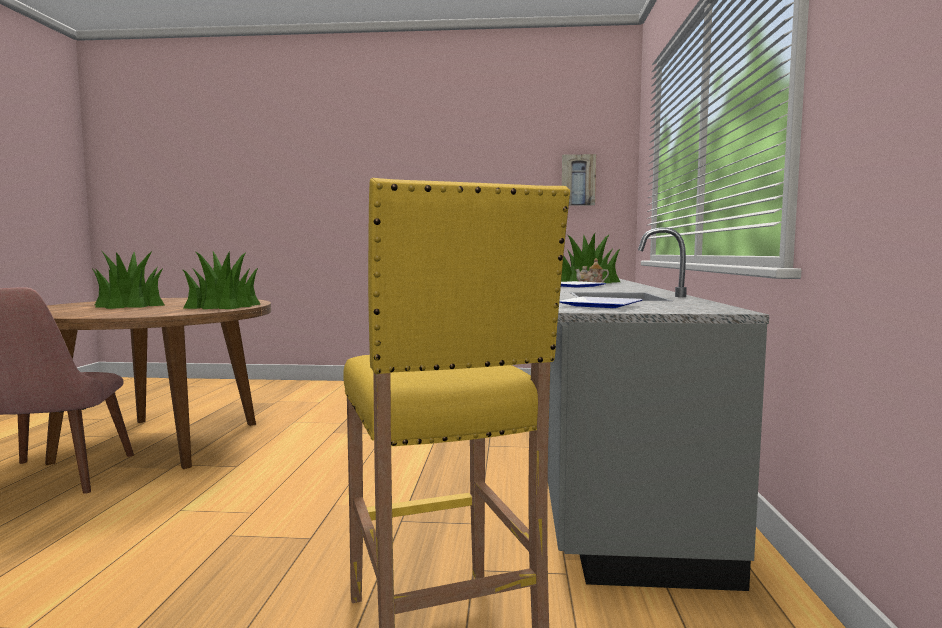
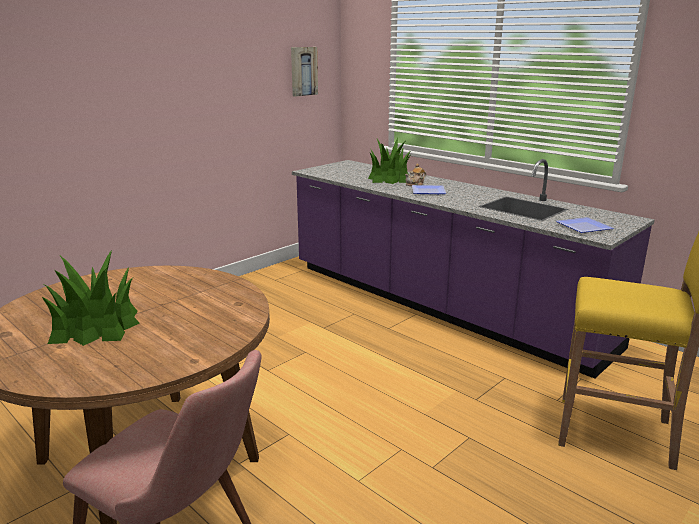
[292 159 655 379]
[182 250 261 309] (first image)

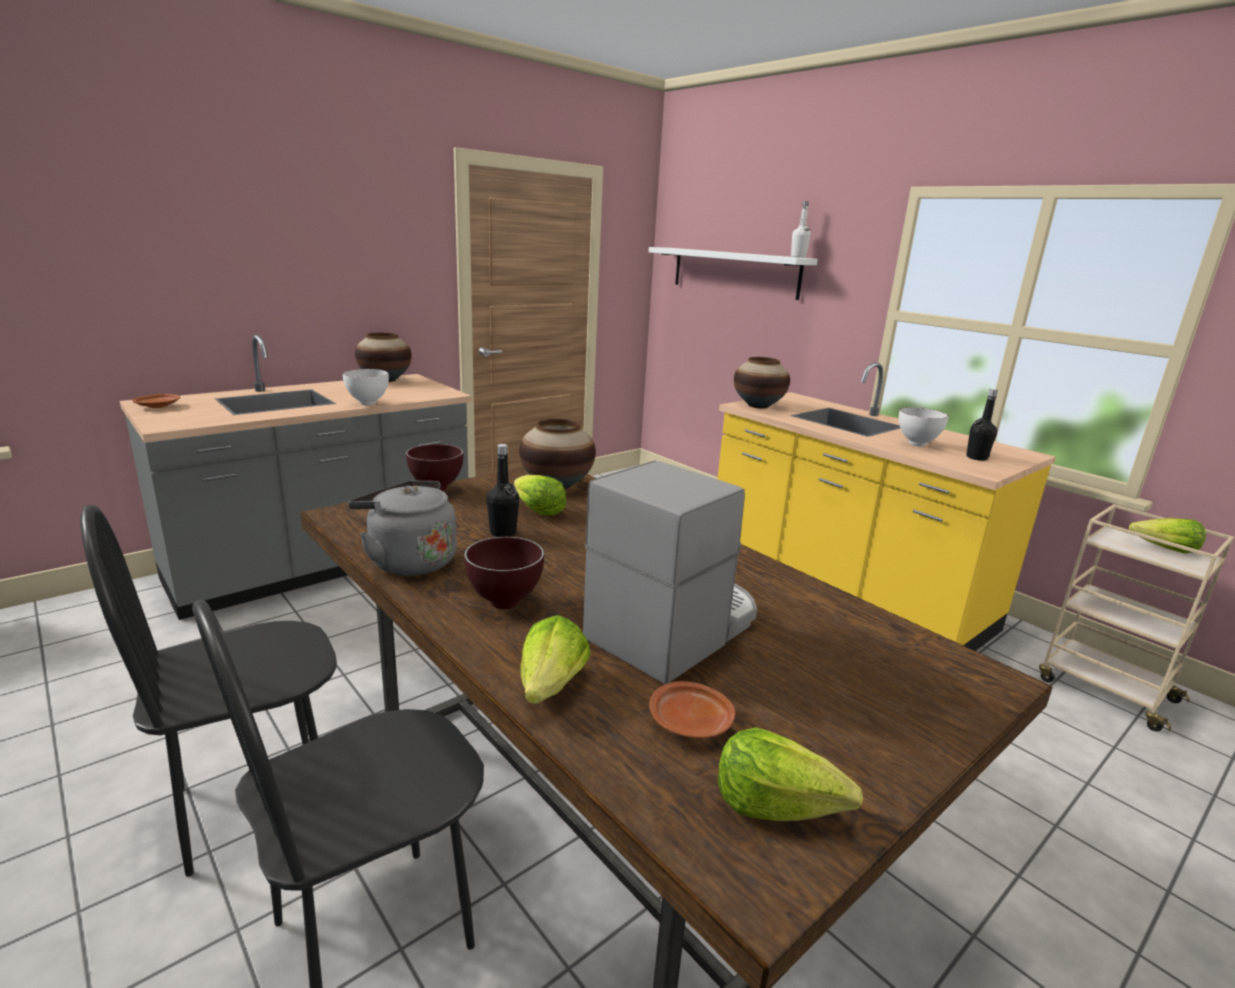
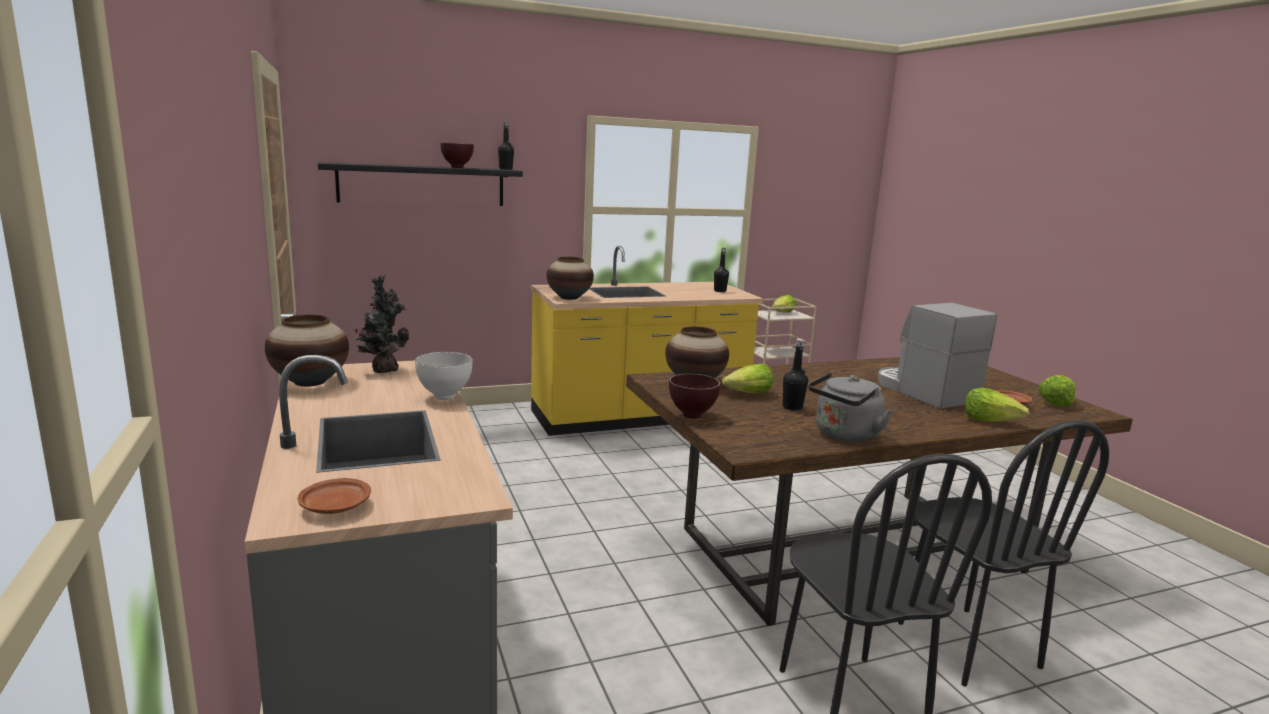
[318 162 523 206]
[355 275 409 373]
[440 143 474 168]
[498 121 514 170]
[899 407 949 447] (first image)

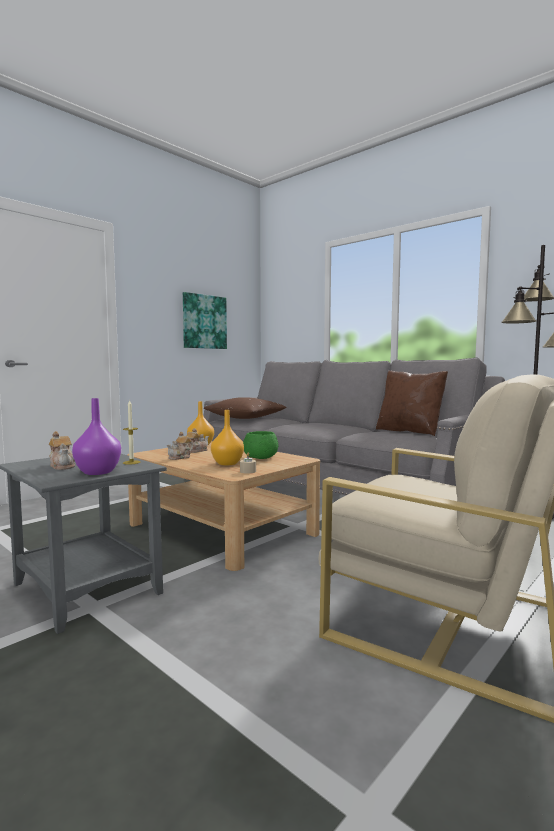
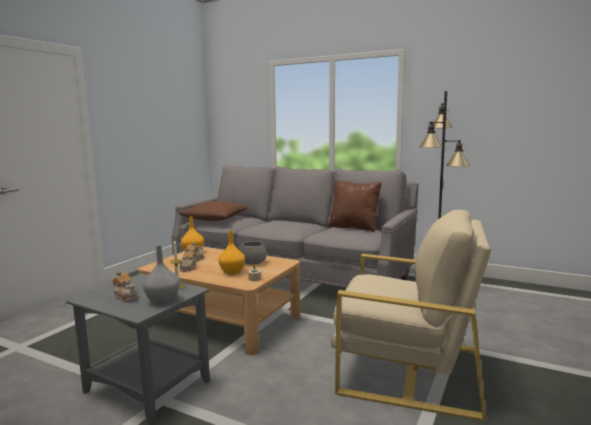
[143 245 180 304]
[239 241 267 265]
[183 292 227 349] (first image)

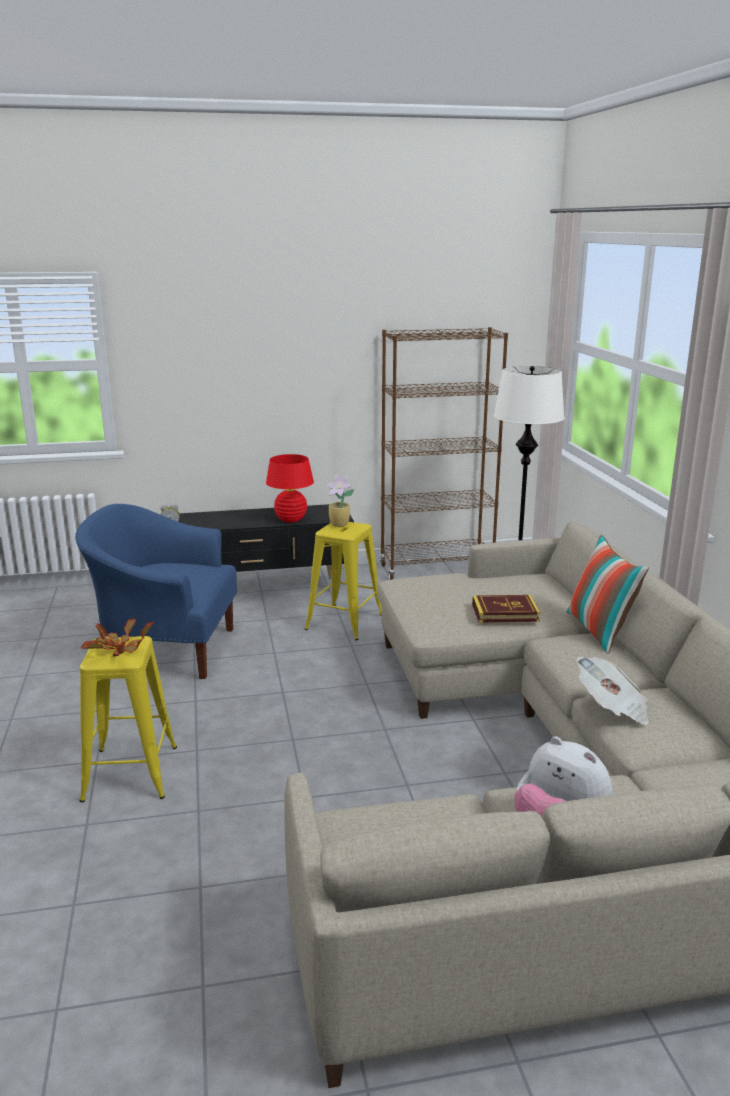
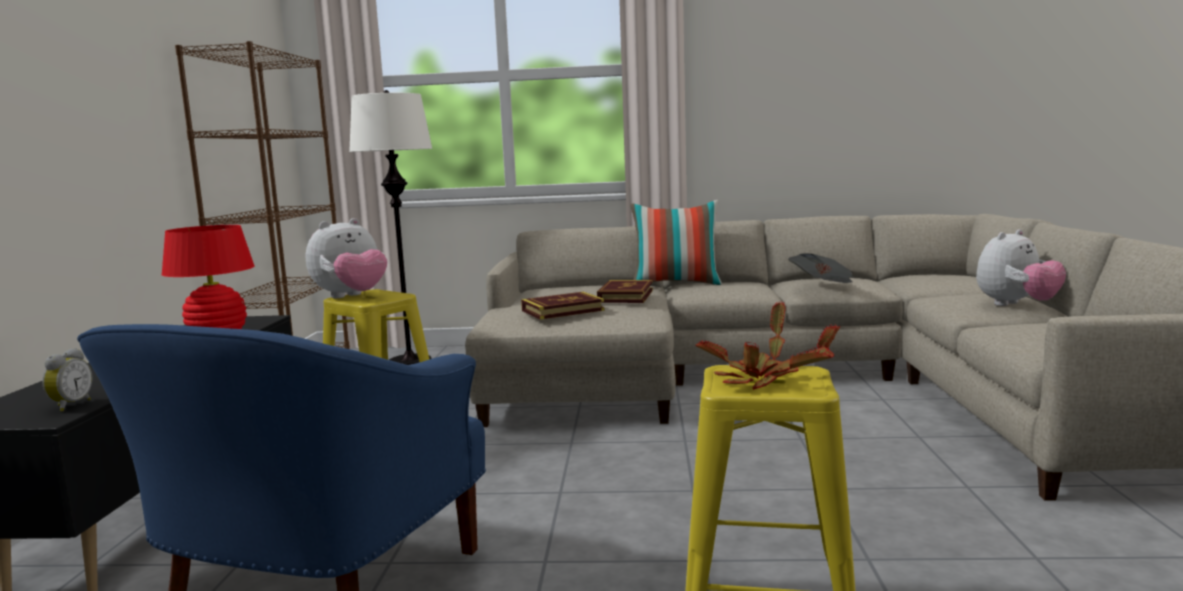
[306 218 387 298]
[521 292 605 320]

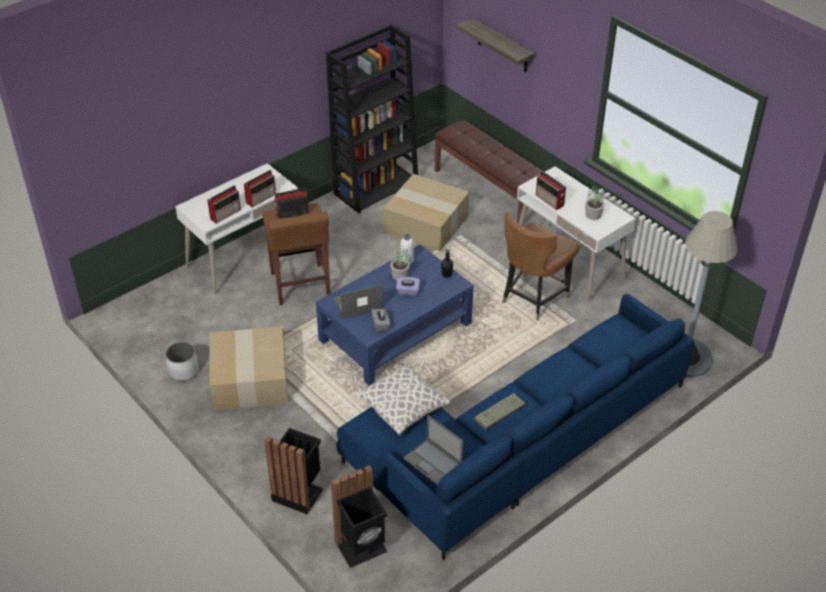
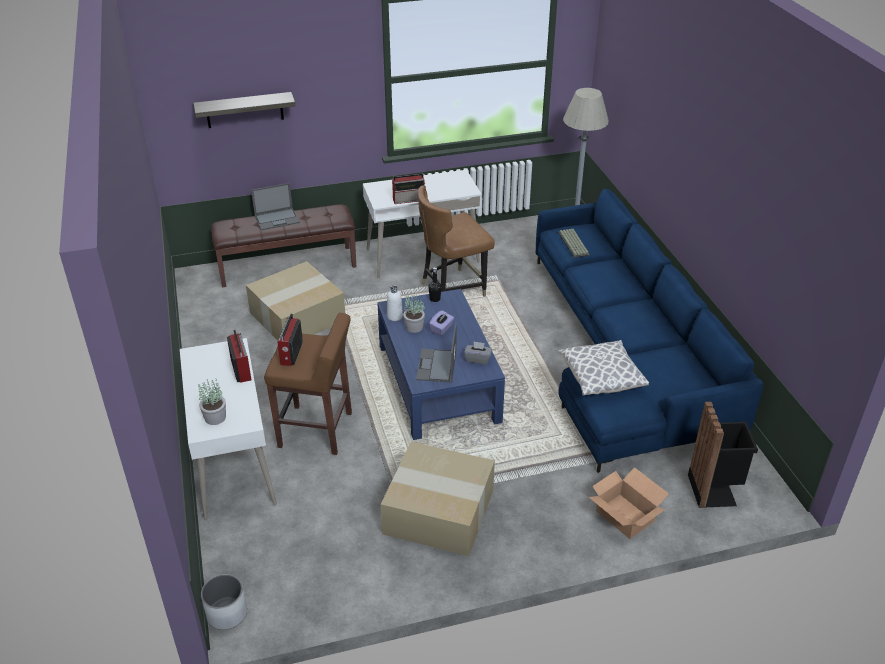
[198 380 226 425]
[201 574 247 630]
[251 183 300 230]
[418 185 495 297]
[558 229 590 258]
[589 467 669 539]
[207 185 241 224] (first image)
[326 24 418 213] (first image)

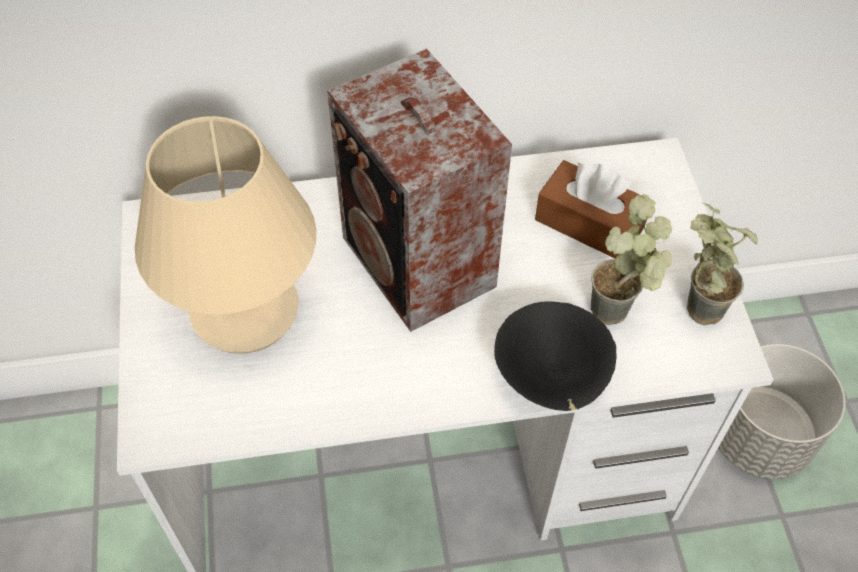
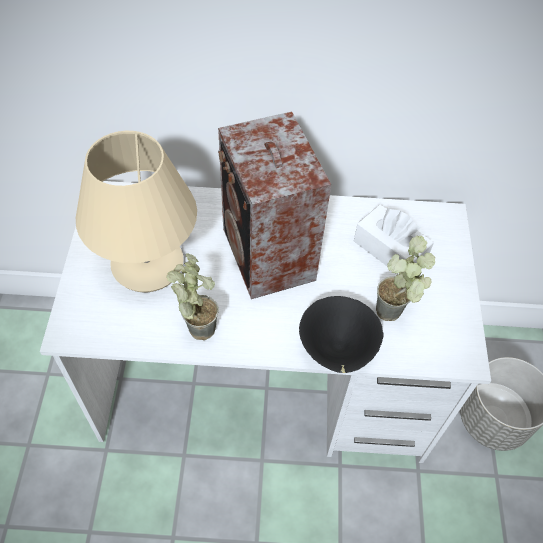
[166 253 219 340]
[354 204 434 274]

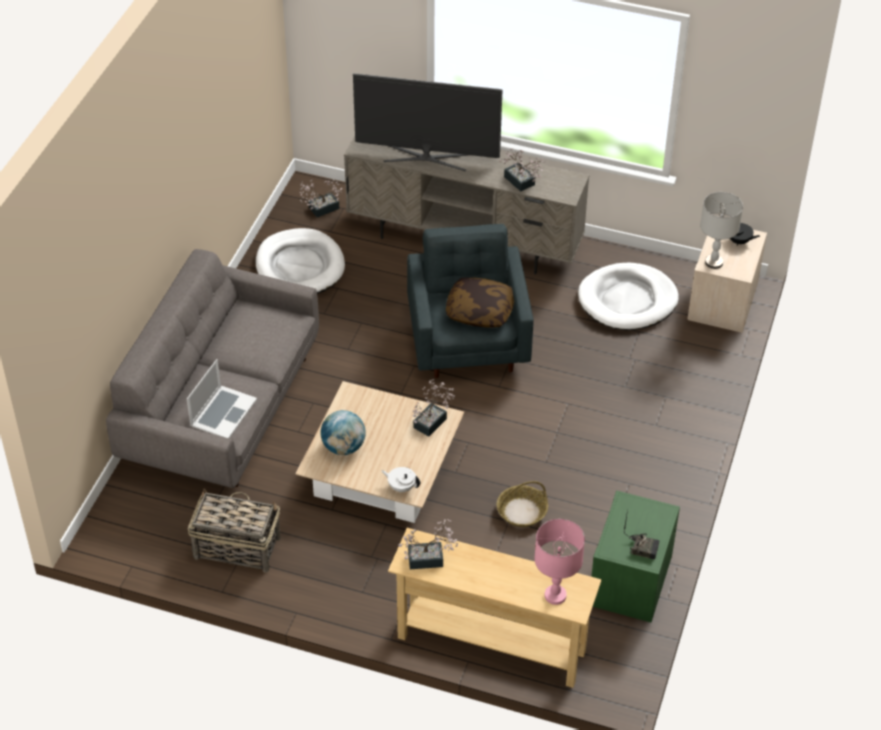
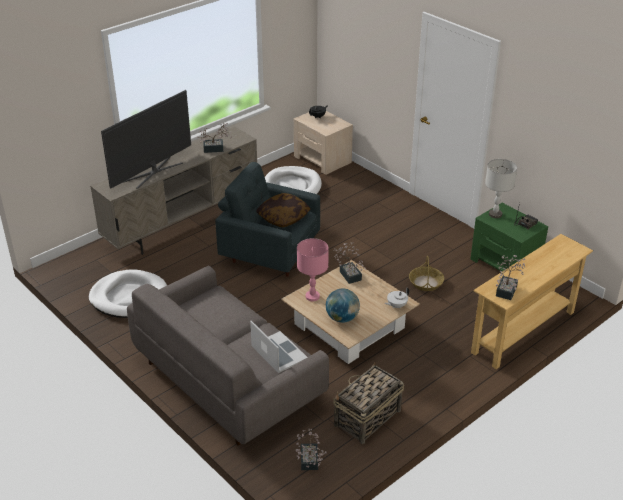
[296 429 327 470]
[297 238 329 301]
[485 159 517 218]

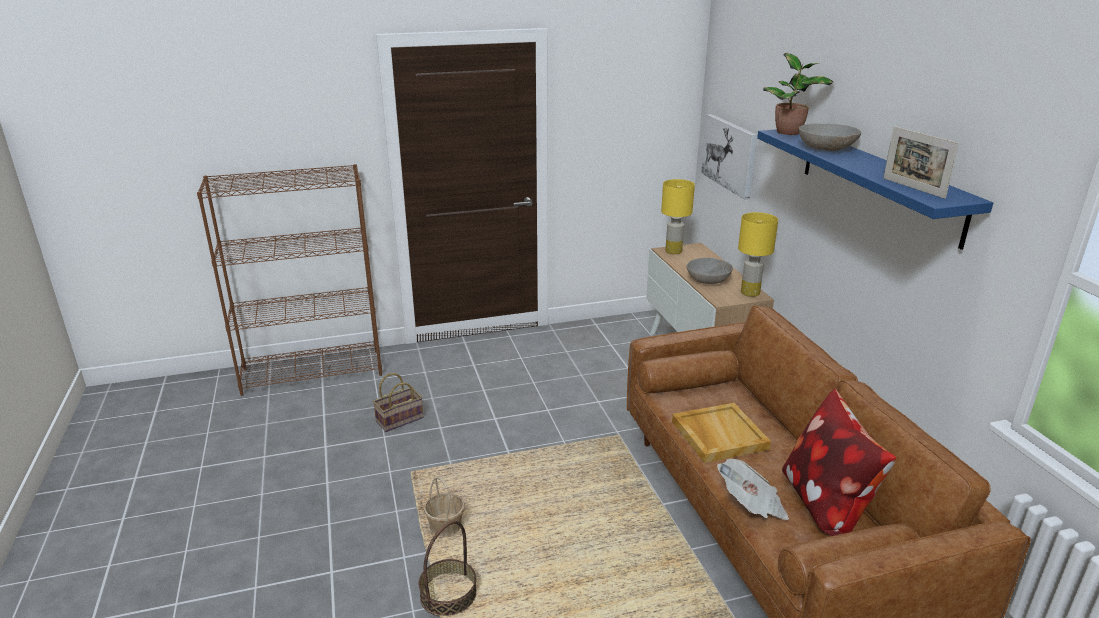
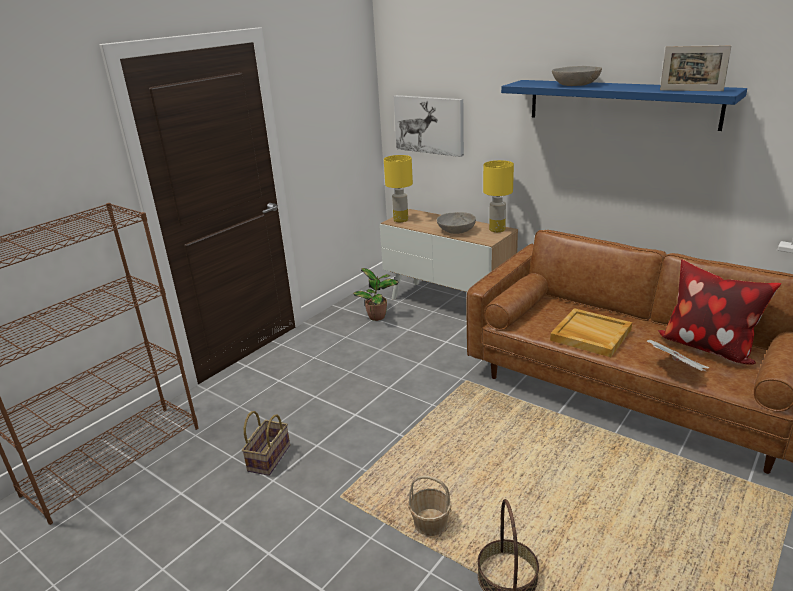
[353 268 398 321]

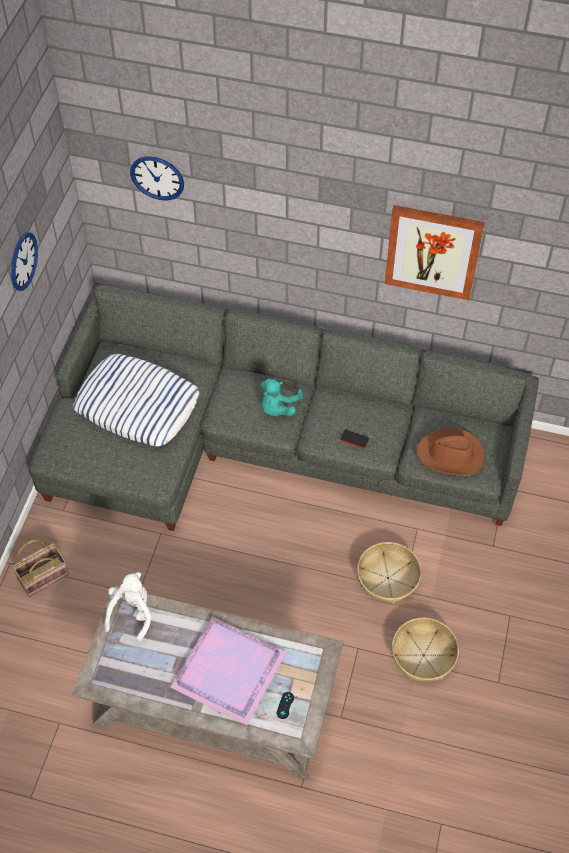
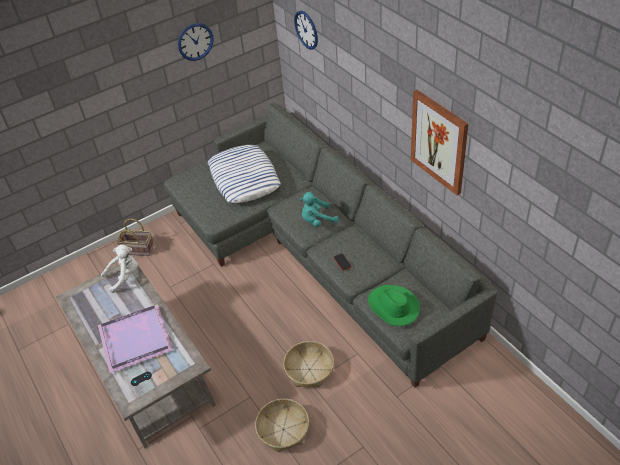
[368 285 420 326]

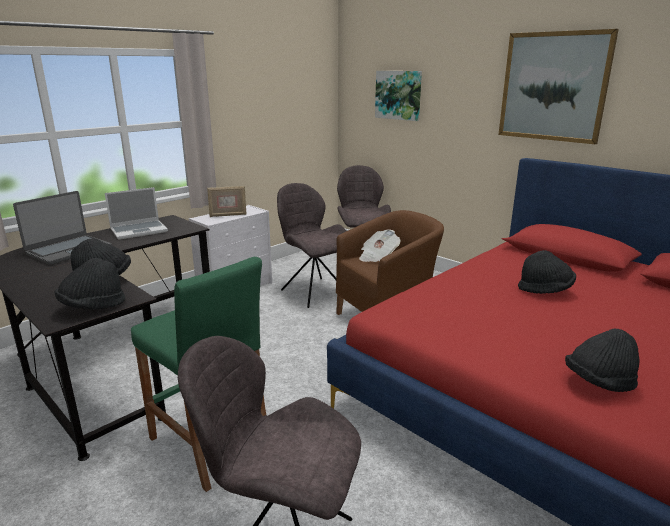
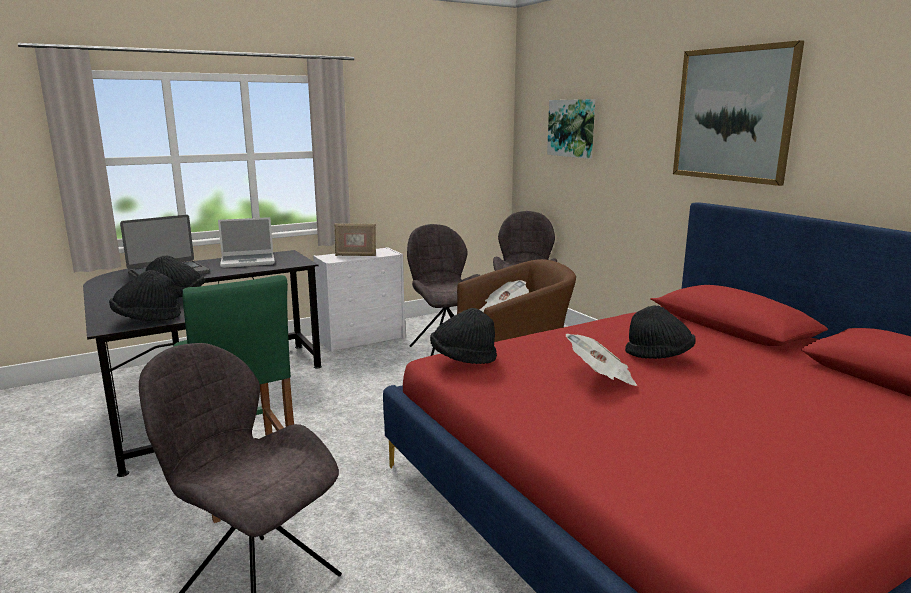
[430 308 497 364]
[566 334 637 386]

